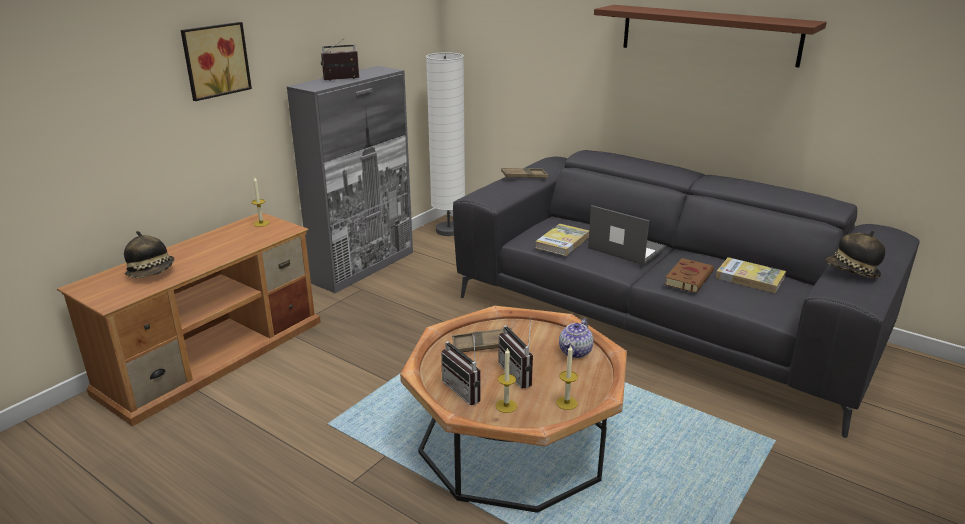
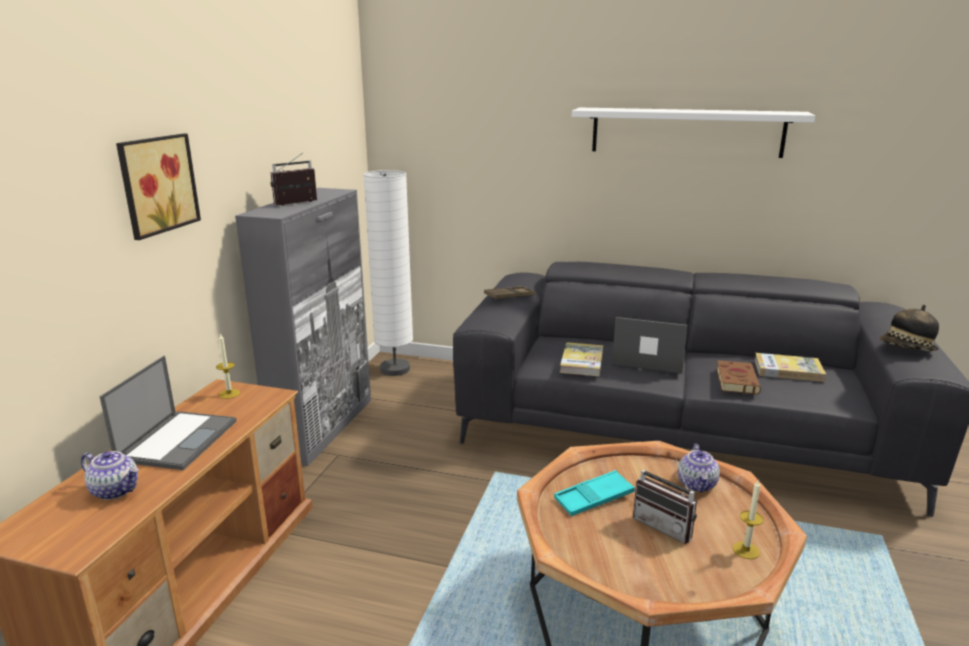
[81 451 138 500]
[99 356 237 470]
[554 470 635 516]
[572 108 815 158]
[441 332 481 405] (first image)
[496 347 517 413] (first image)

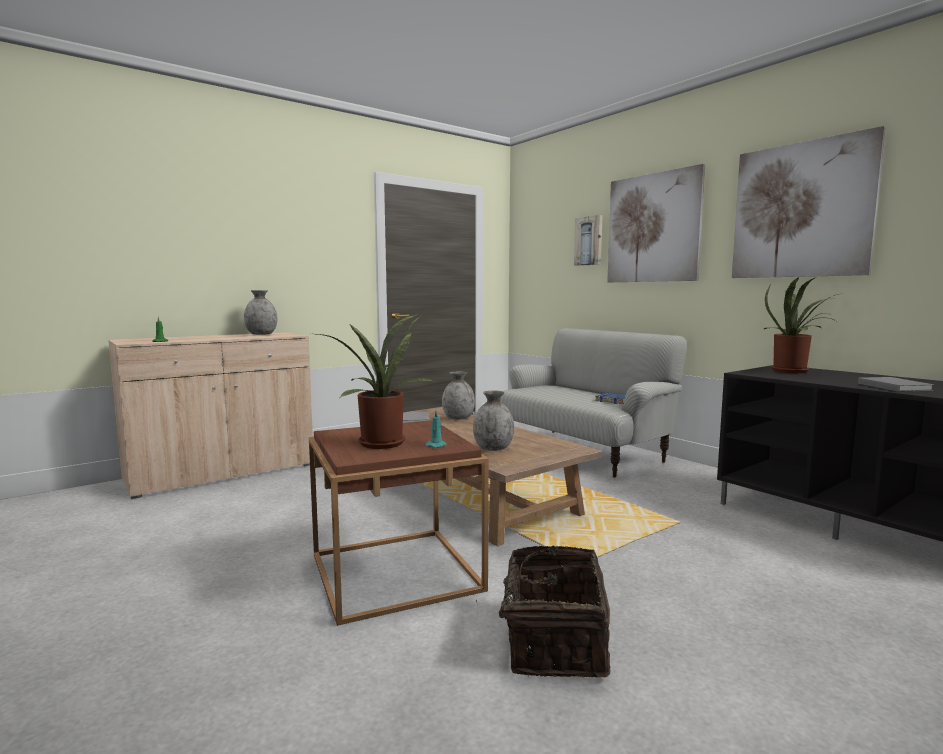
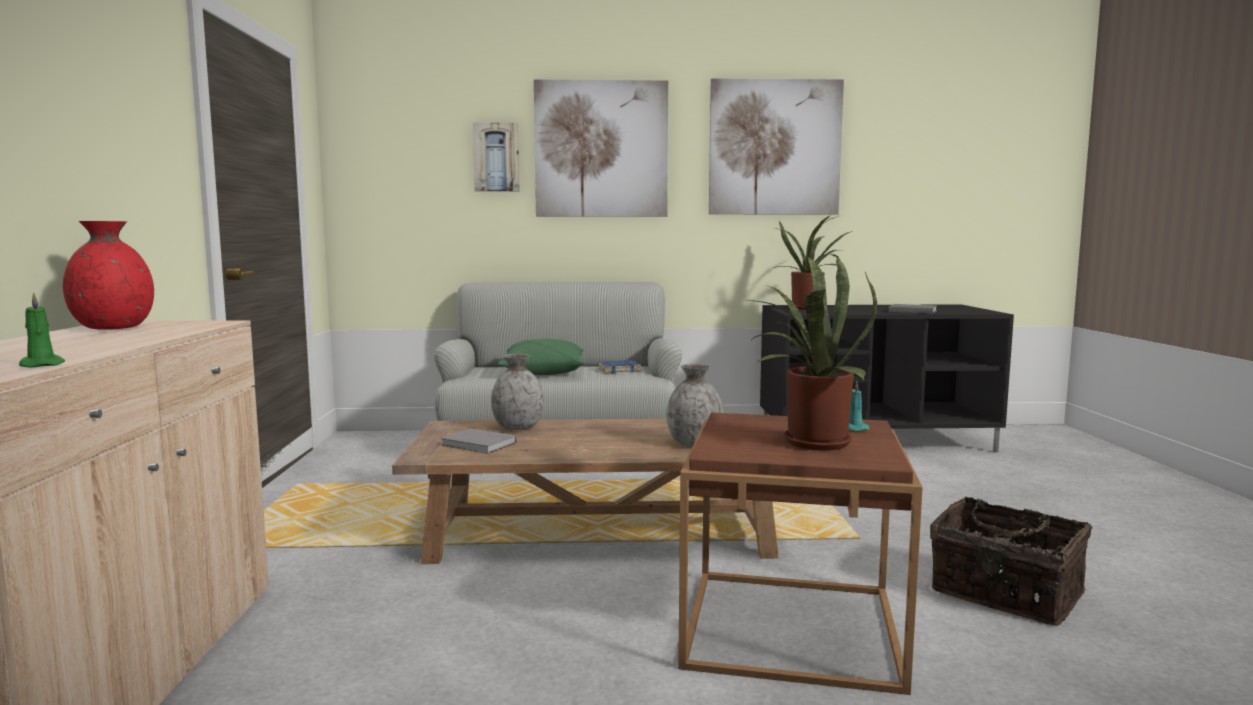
[63 221 154 330]
[498 339 585 375]

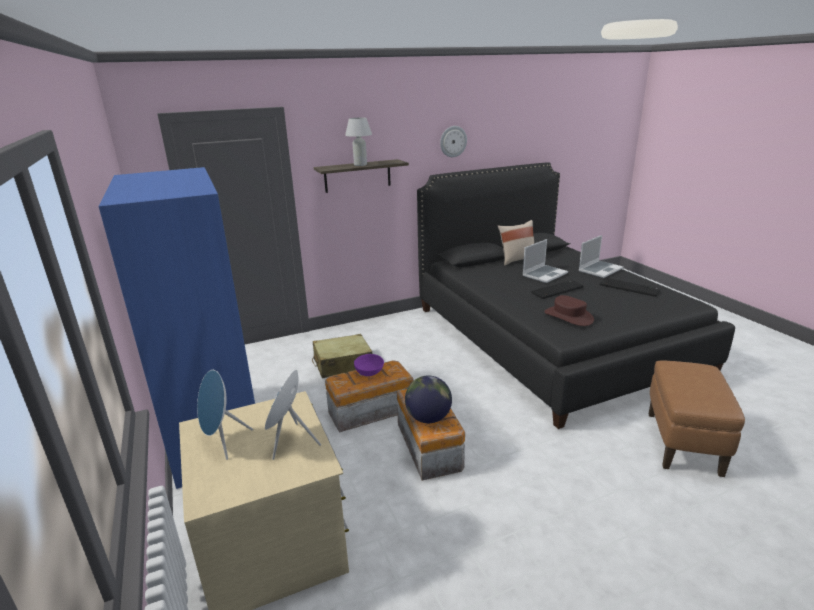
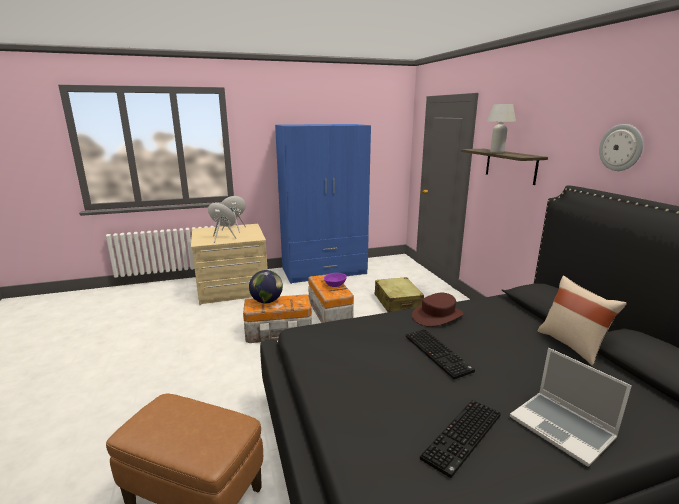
[412 293 463 327]
[523 239 568 283] (first image)

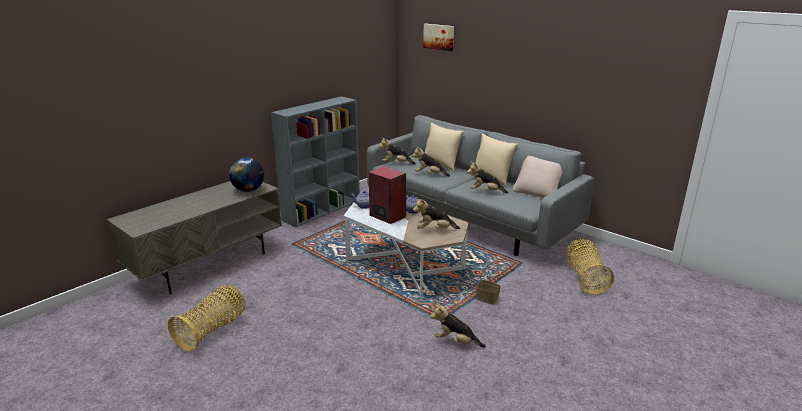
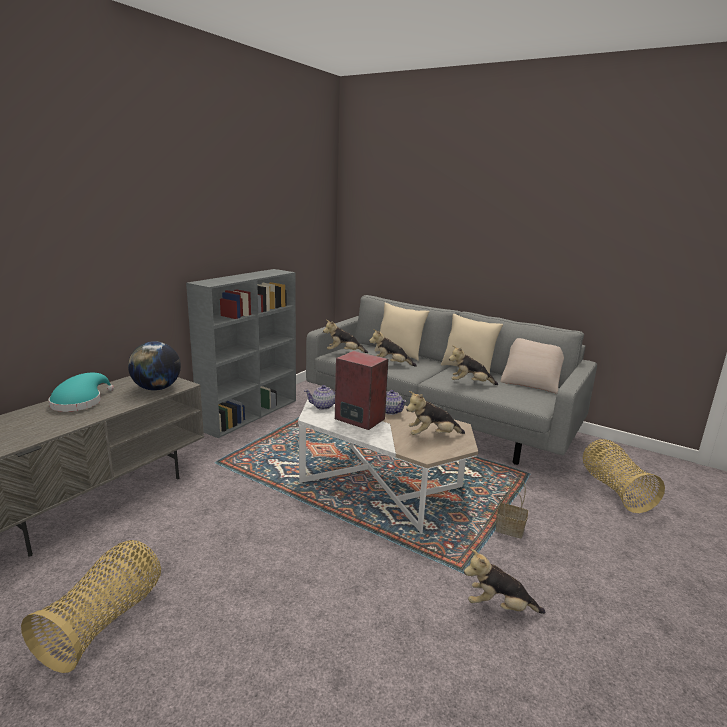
[49 373 114 412]
[423 24 454 51] (first image)

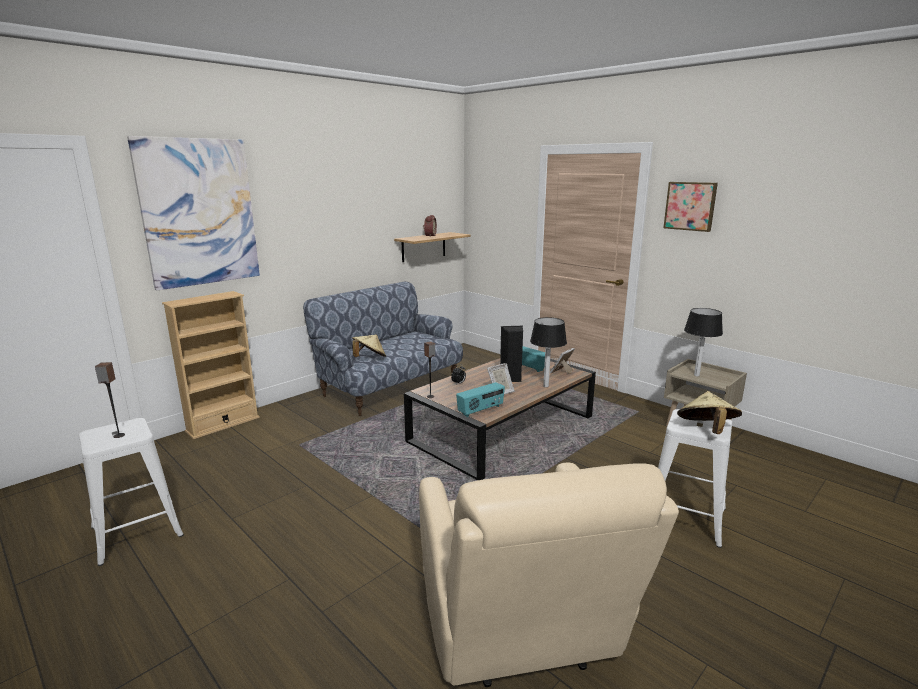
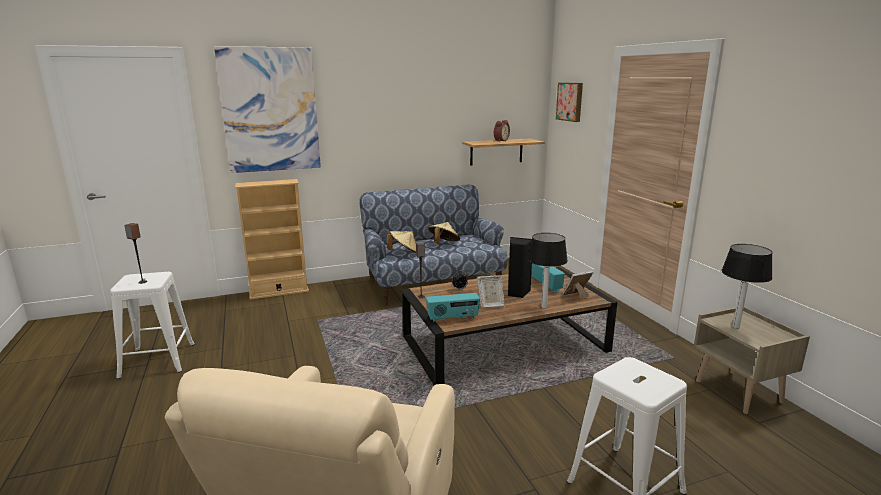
[428 222 460 243]
[556 82 583 122]

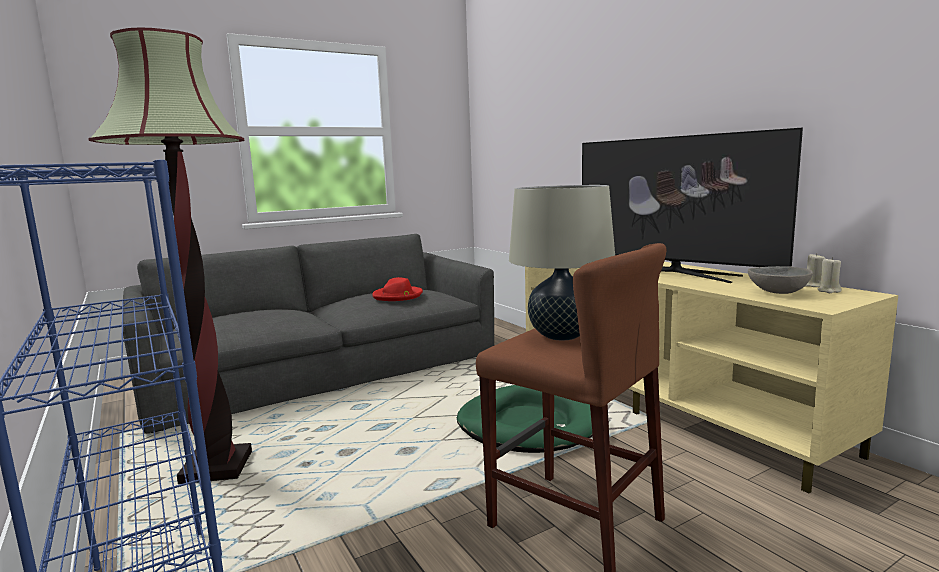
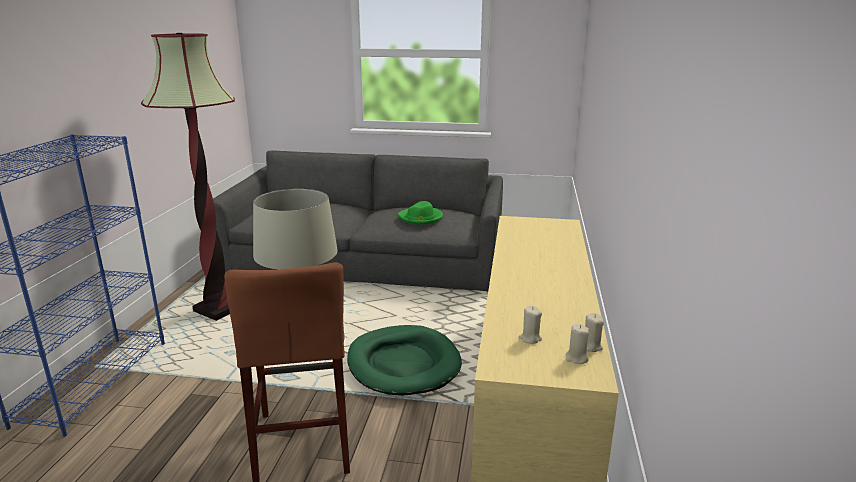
[397 201 443 225]
[519 305 542 344]
[582 128 803 283] (first image)

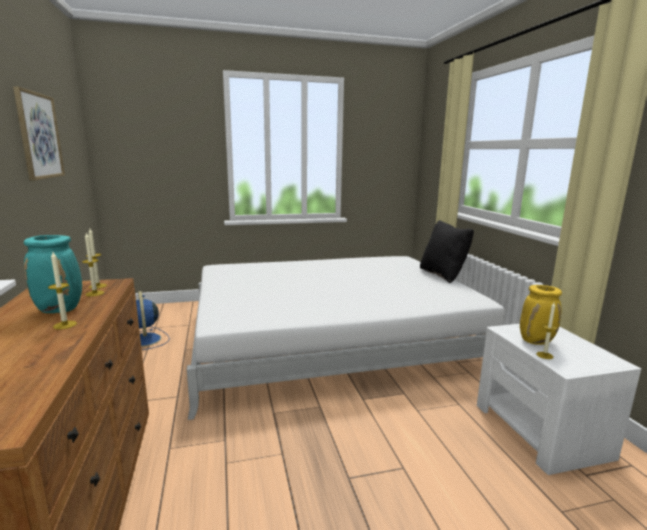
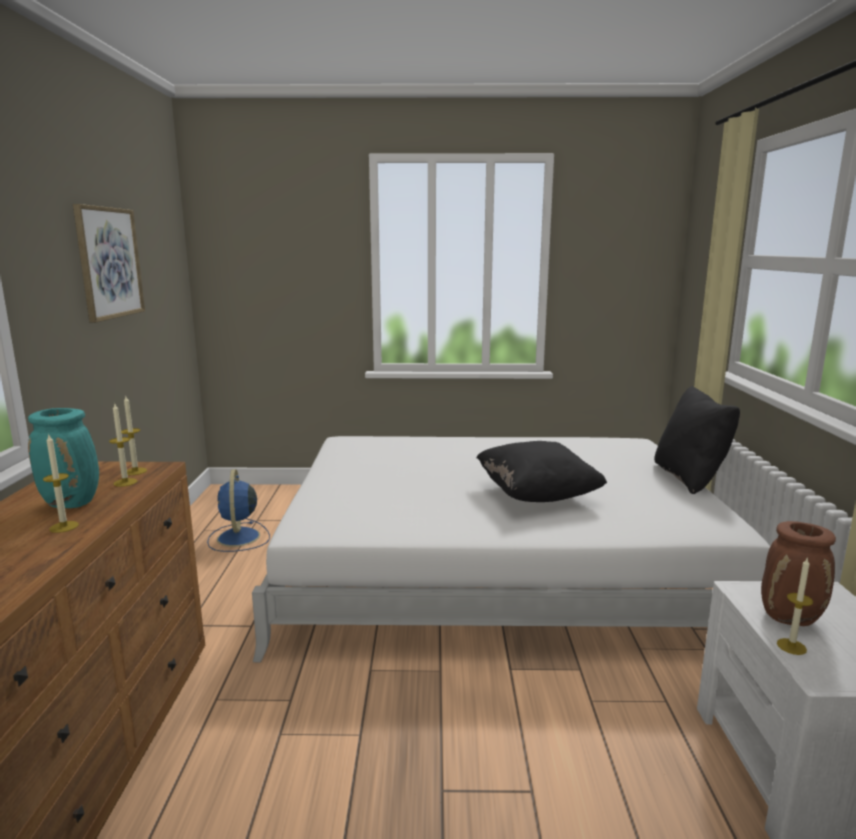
[476 441 607 502]
[761 521 836 626]

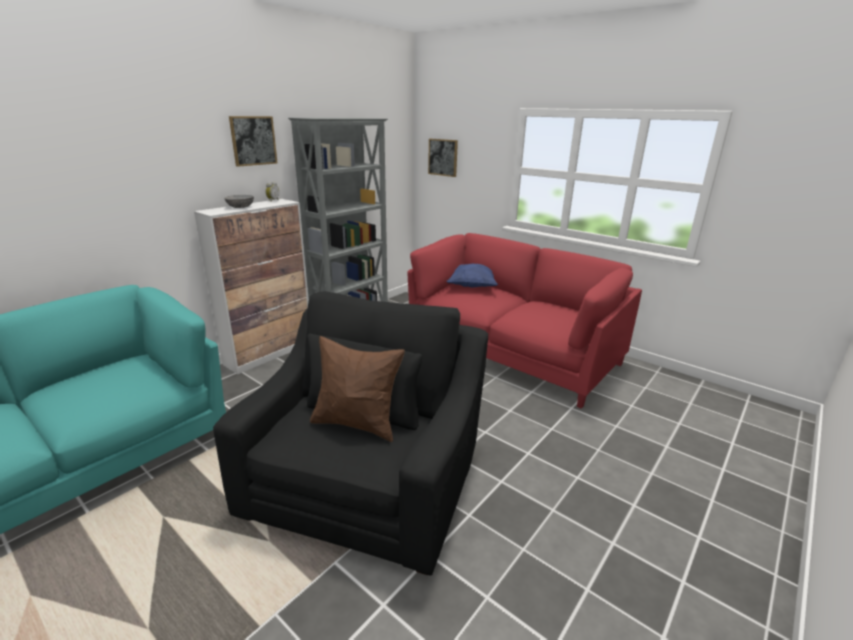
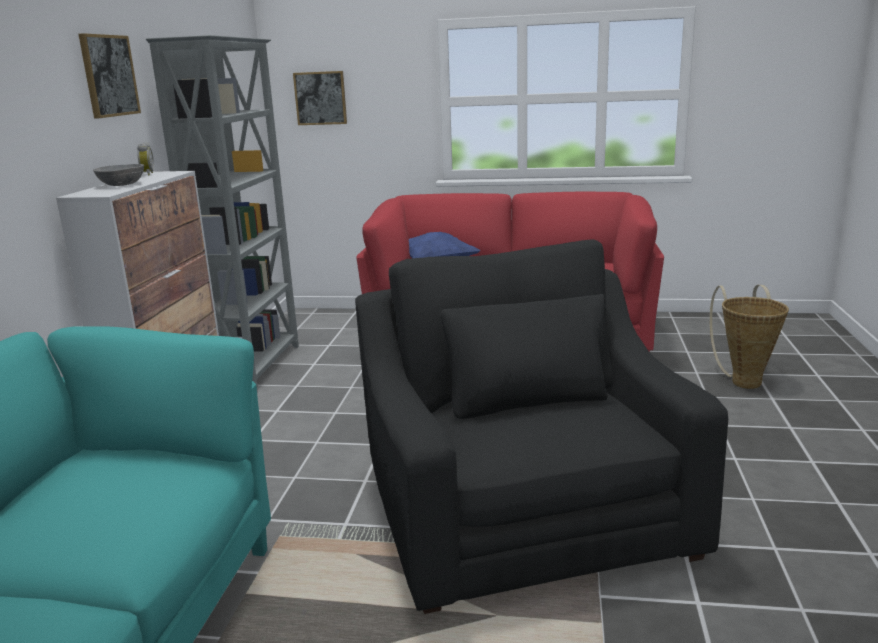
[710 285 789 389]
[310 336 405 442] (first image)

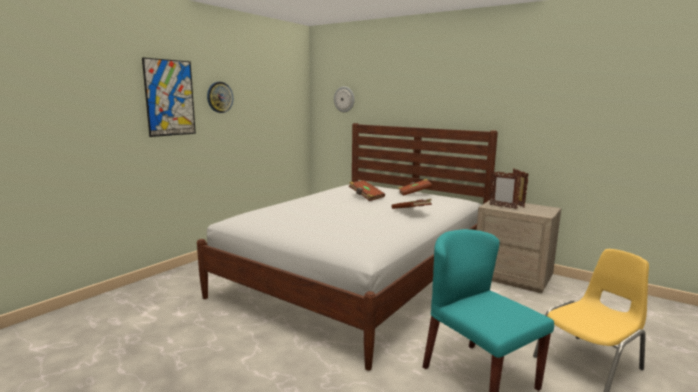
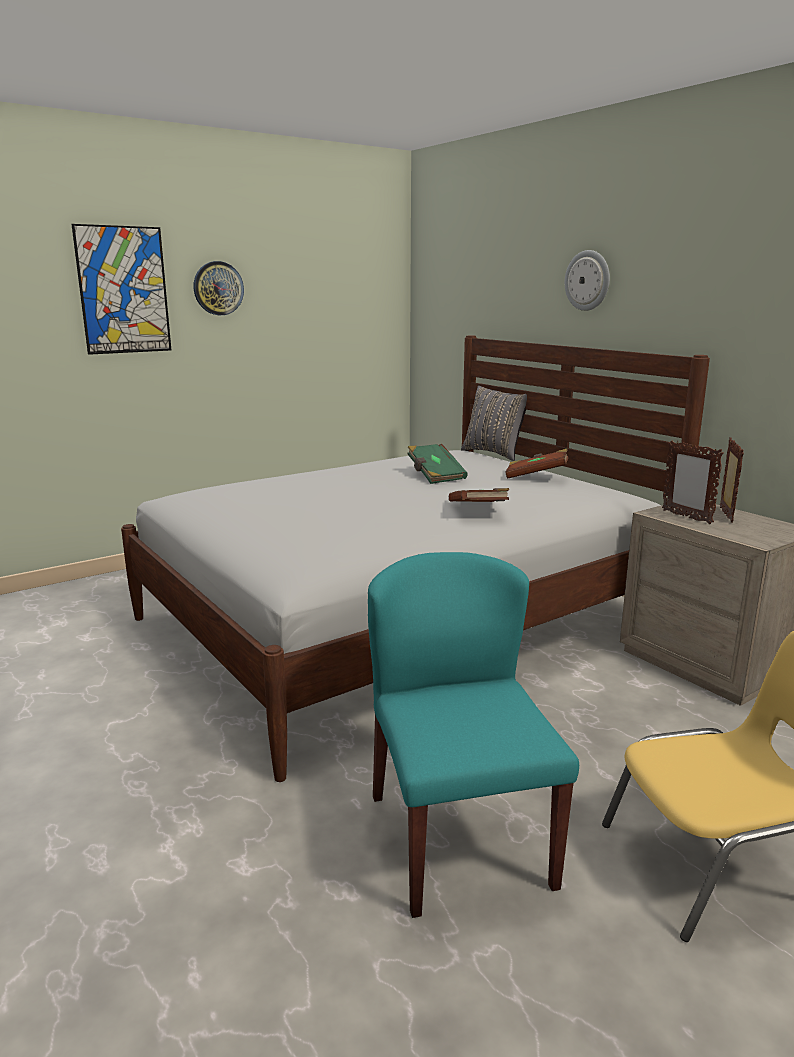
[407 444 468 484]
[461 386 527 461]
[565 250 610 311]

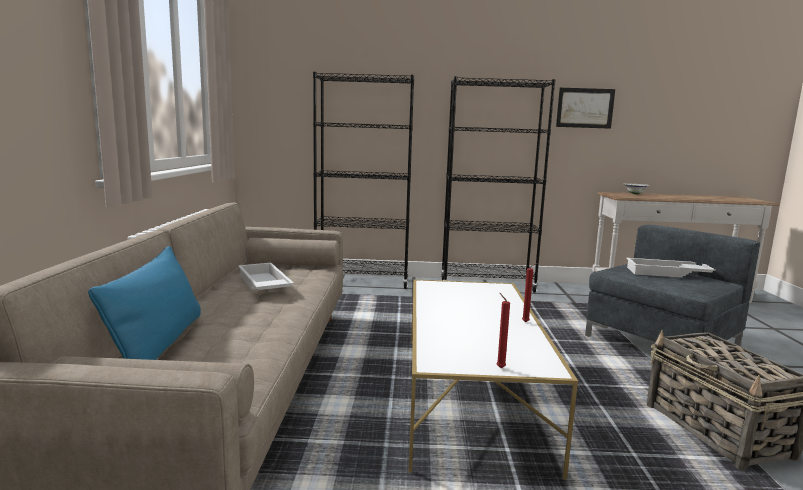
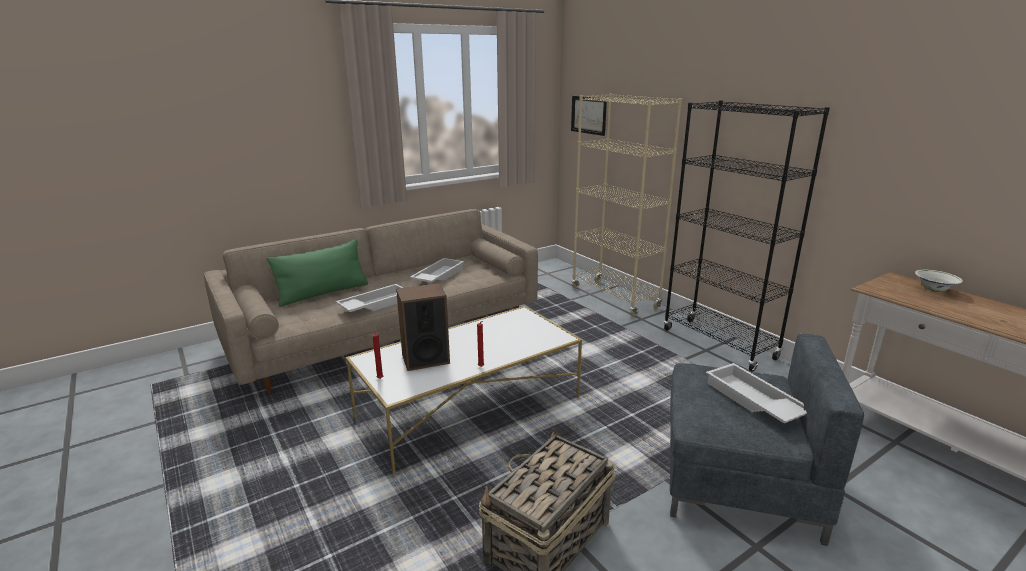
[267 239 368 307]
[336 284 403 312]
[396 283 450 371]
[571 96 607 136]
[572 93 682 317]

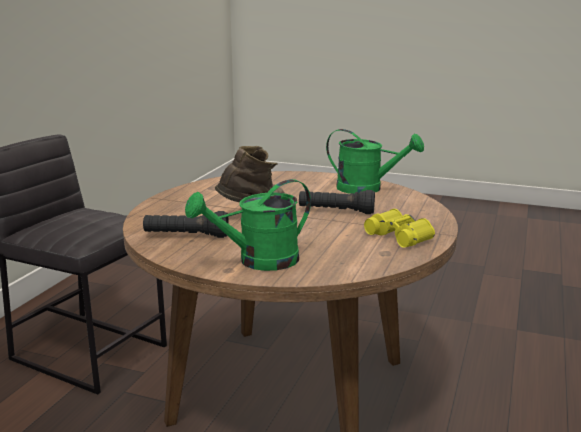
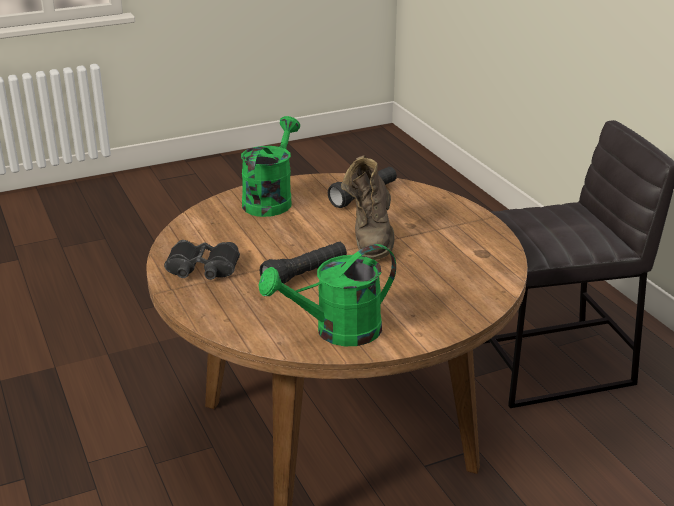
[164 240 240 280]

